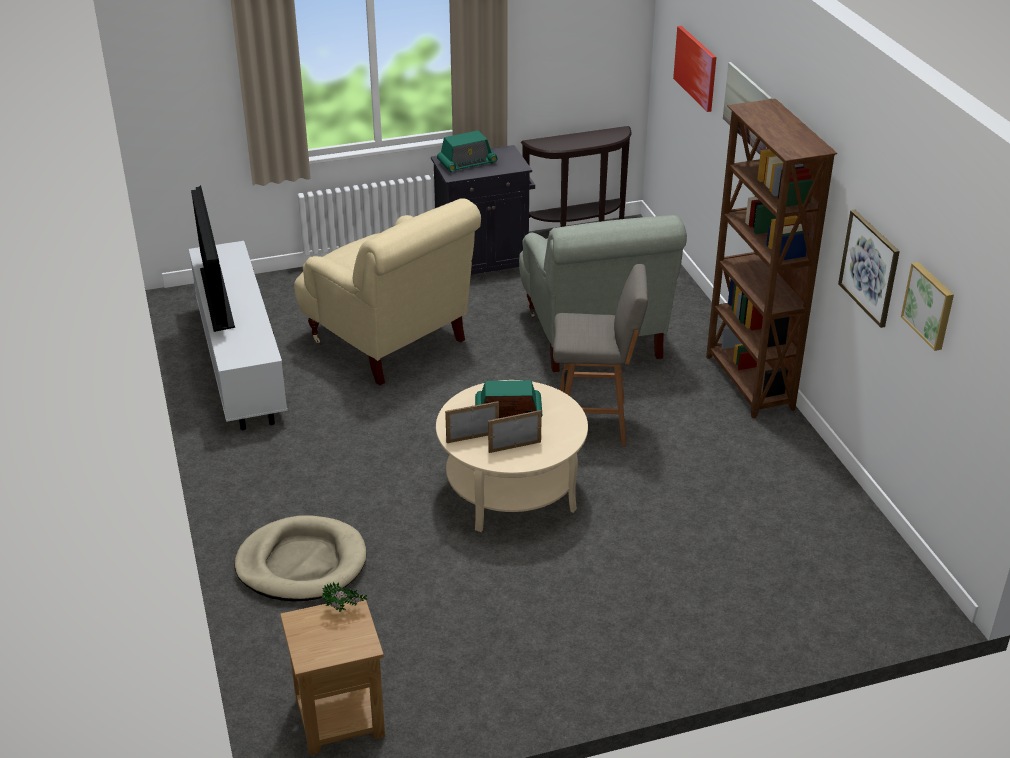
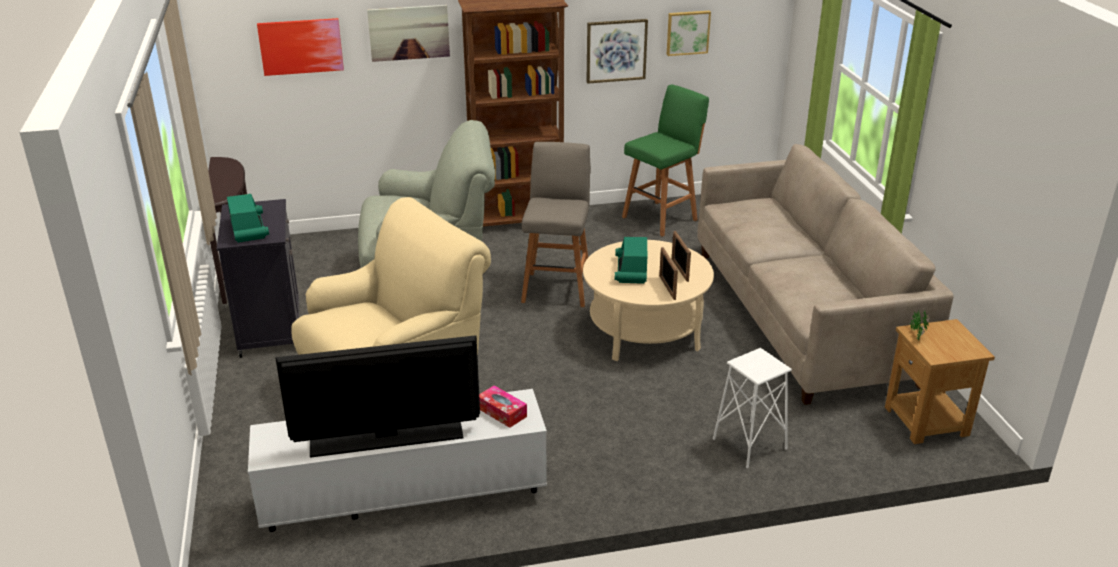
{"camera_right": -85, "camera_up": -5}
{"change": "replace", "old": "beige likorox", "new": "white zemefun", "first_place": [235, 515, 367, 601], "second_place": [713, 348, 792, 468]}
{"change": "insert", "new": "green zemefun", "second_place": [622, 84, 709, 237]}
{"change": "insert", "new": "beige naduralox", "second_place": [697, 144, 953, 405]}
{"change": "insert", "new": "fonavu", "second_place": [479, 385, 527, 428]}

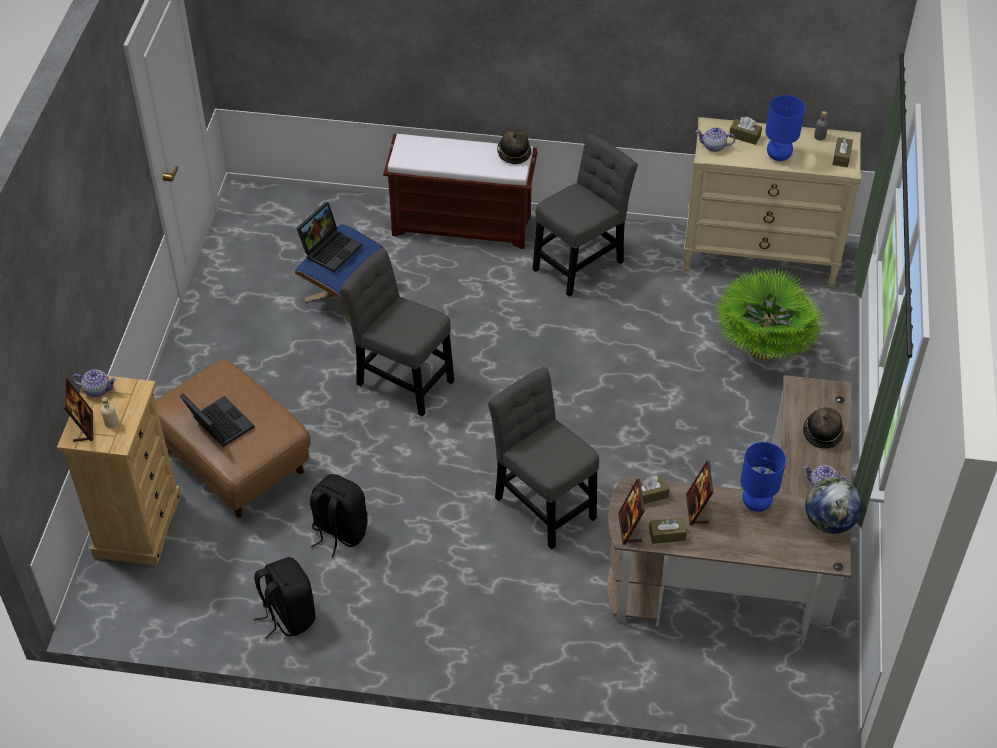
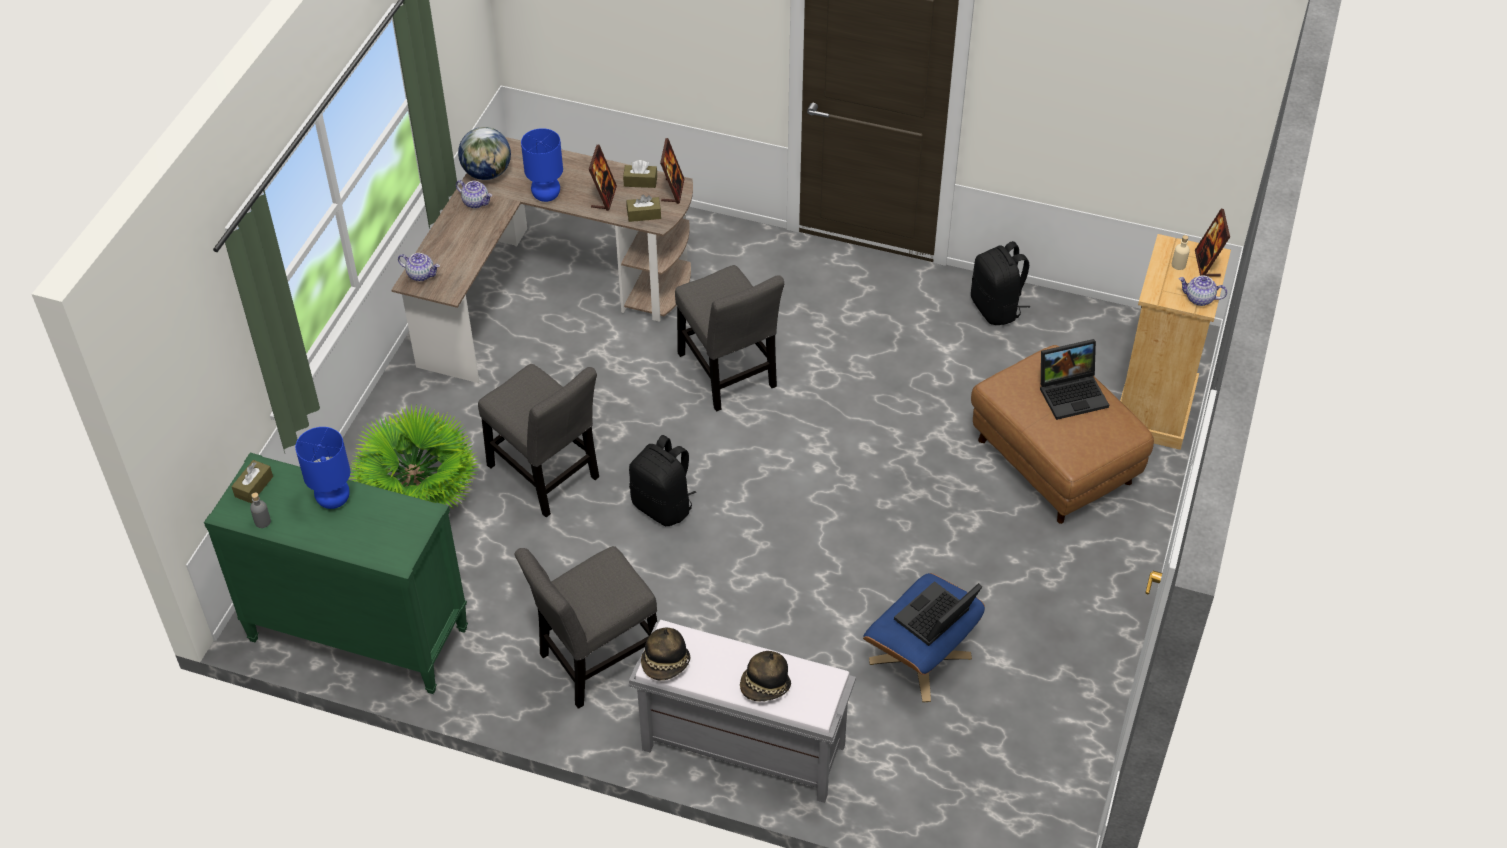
{"camera_right": -170, "camera_up": 0}
{"change": "recolor", "old": "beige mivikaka", "new": "green mivikaka", "first_place": [683, 117, 861, 287], "second_place": [204, 453, 468, 694]}
{"change": "delete", "old": "brown fonavu", "first_place": [729, 117, 762, 145]}
{"change": "move", "old": "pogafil", "first_place": [696, 127, 735, 152], "second_place": [398, 253, 440, 281]}
{"change": "recolor", "old": "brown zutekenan", "new": "grey zutekenan", "first_place": [383, 134, 537, 249], "second_place": [629, 620, 856, 803]}
{"change": "move", "old": "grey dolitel", "first_place": [340, 248, 454, 417], "second_place": [478, 364, 599, 517]}
{"change": "rotate", "old": "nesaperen", "first_place": [180, 393, 255, 447], "second_place": [1040, 339, 1109, 420], "degrees": -75}
{"change": "move", "old": "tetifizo", "first_place": [803, 407, 844, 449], "second_place": [740, 651, 791, 701]}
{"change": "move", "old": "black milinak", "first_place": [310, 474, 368, 558], "second_place": [629, 435, 696, 526]}

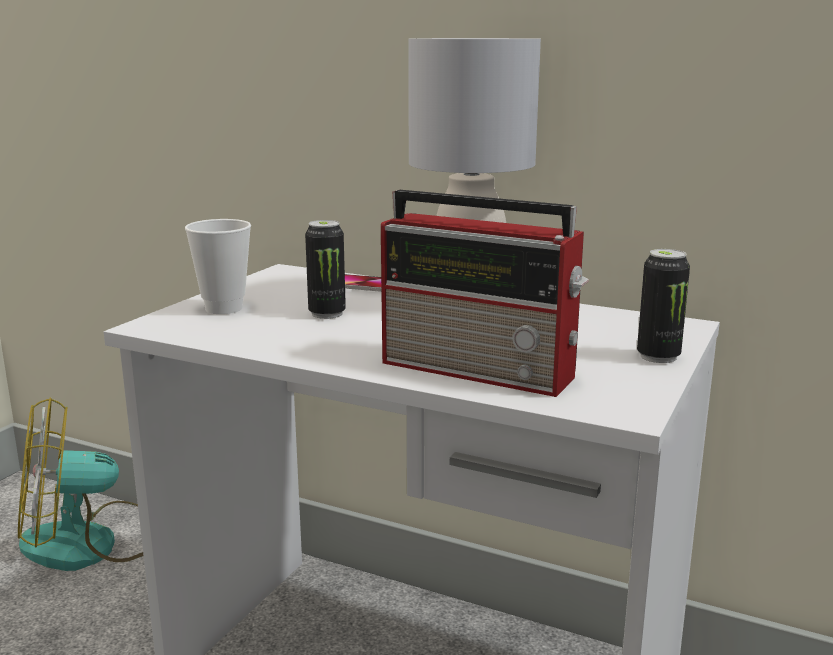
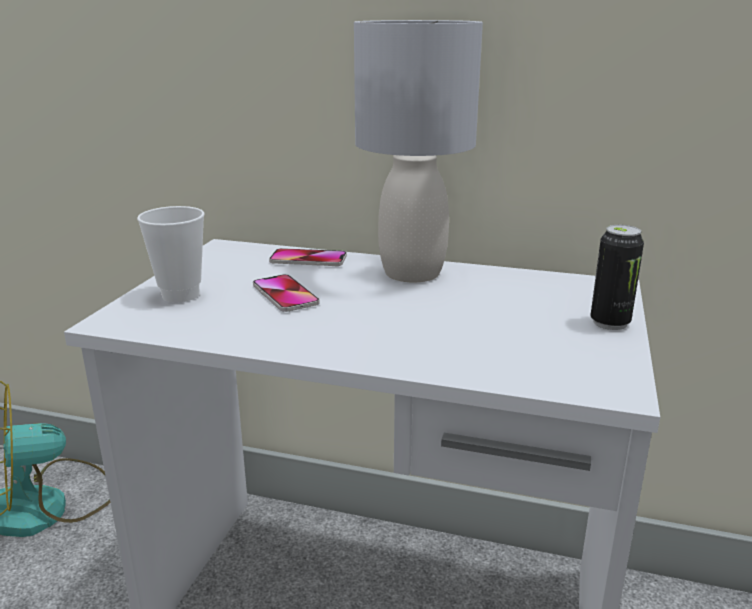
{"camera_right": -10, "camera_up": 5}
{"change": "delete", "old": "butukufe", "first_place": [381, 190, 589, 397]}
{"change": "replace", "old": "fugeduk", "new": "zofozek", "first_place": [305, 220, 346, 319], "second_place": [253, 274, 320, 312]}

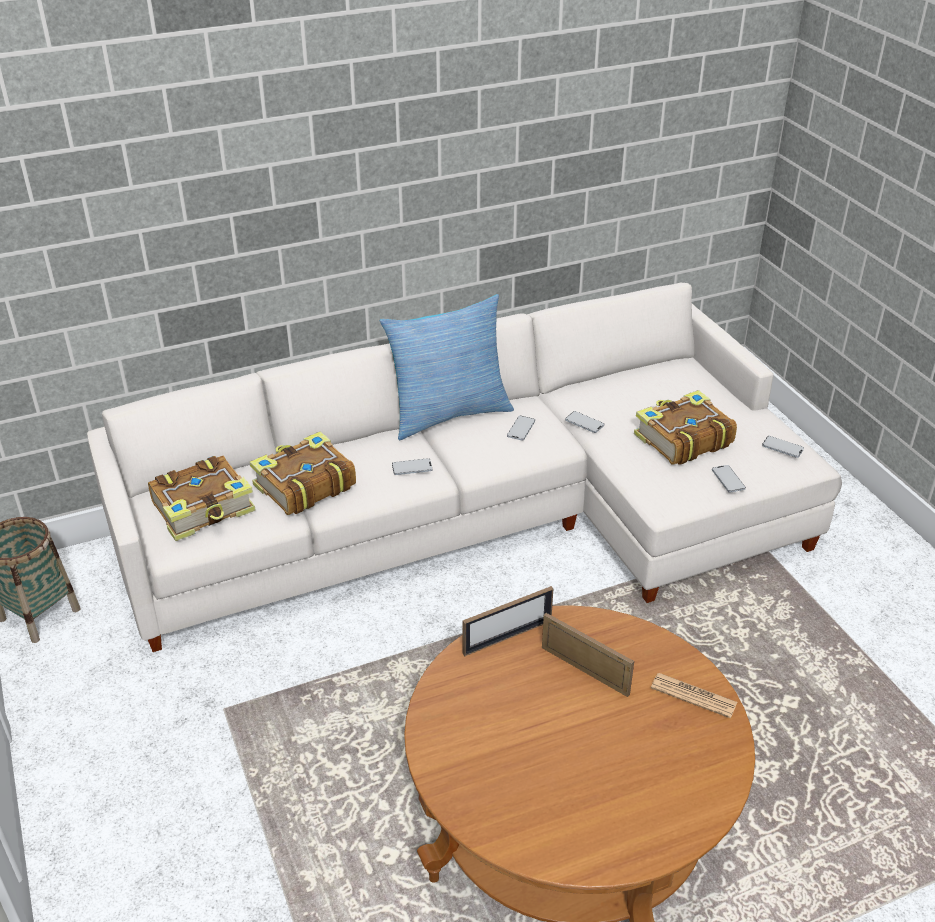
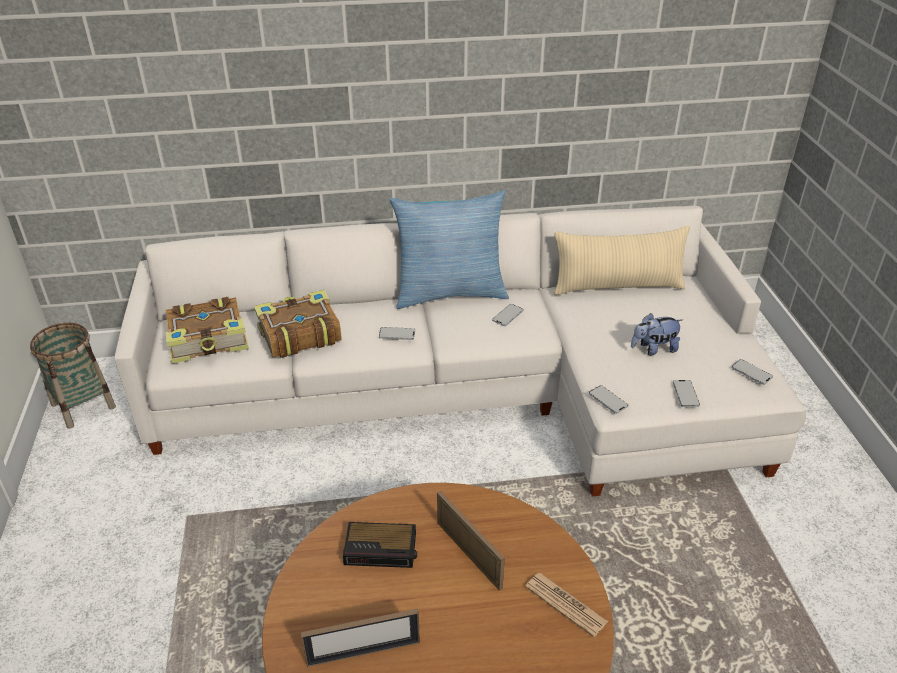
{"camera_right": 15, "camera_up": 0}
{"change": "replace", "old": "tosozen", "new": "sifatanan", "first_place": [634, 390, 737, 465], "second_place": [631, 313, 683, 355]}
{"change": "move", "old": "zofozek", "first_place": [565, 411, 604, 433], "second_place": [589, 385, 628, 414]}
{"change": "move", "old": "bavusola", "first_place": [462, 586, 553, 656], "second_place": [301, 609, 420, 667]}
{"change": "insert", "new": "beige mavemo", "second_place": [554, 226, 690, 295]}
{"change": "insert", "new": "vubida", "second_place": [343, 522, 417, 568]}

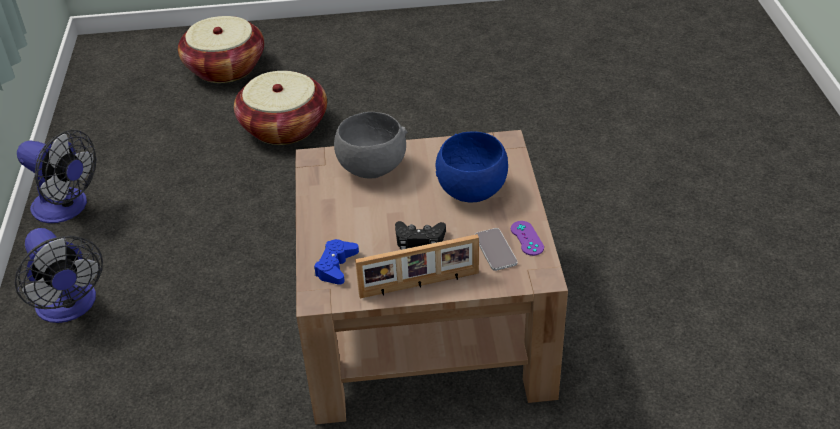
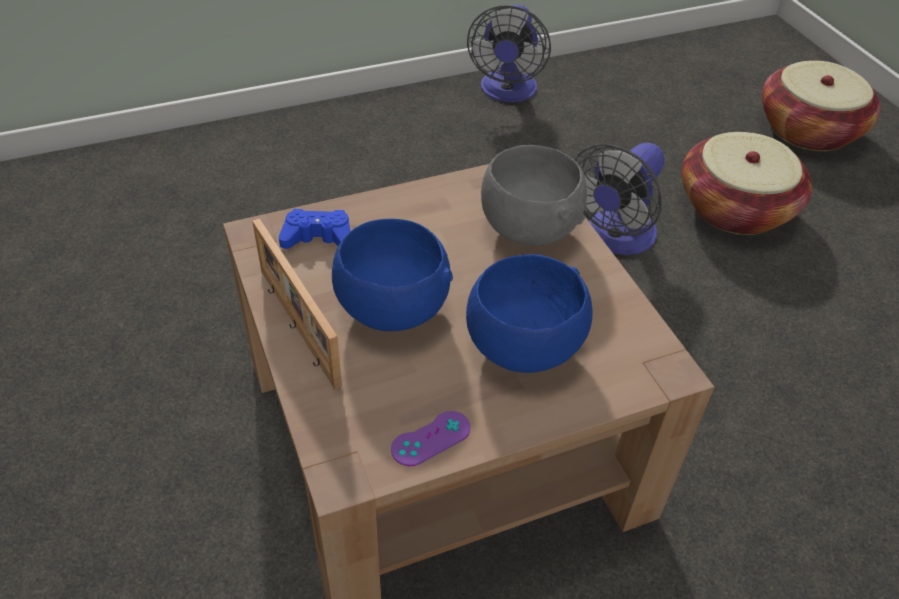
{"camera_right": 70, "camera_up": 5}
{"change": "replace", "old": "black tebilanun", "new": "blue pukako", "first_place": [395, 221, 446, 250], "second_place": [332, 219, 453, 331]}
{"change": "move", "old": "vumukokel", "first_place": [15, 228, 103, 323], "second_place": [574, 143, 664, 255]}
{"change": "delete", "old": "zofozek", "first_place": [475, 228, 518, 271]}

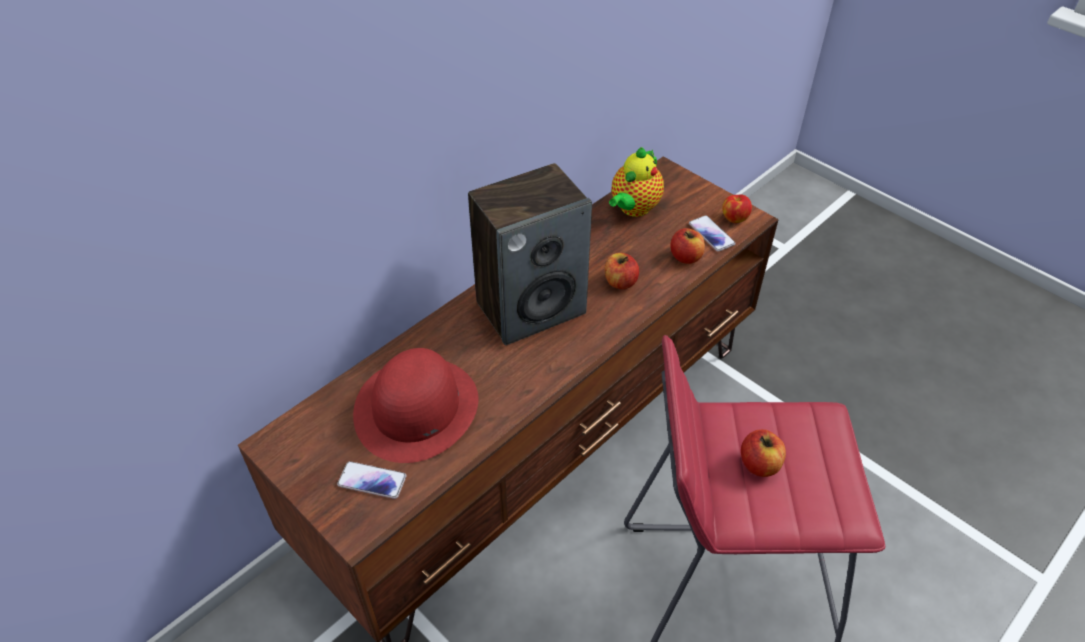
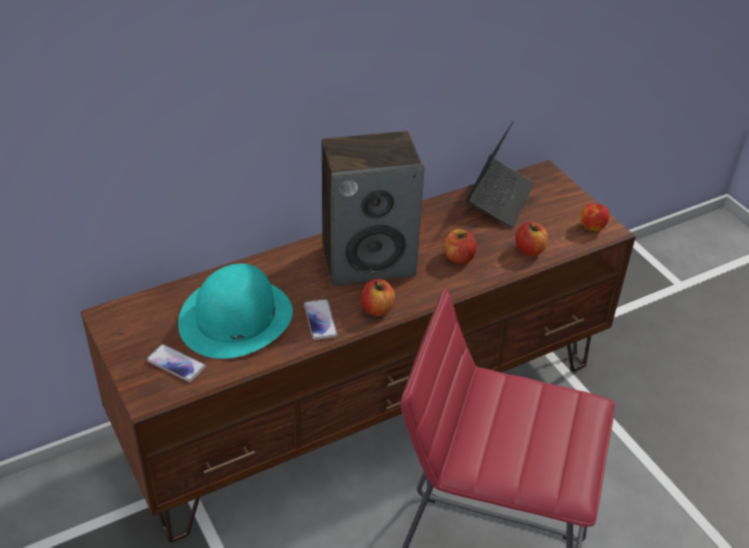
{"camera_right": 15, "camera_up": -5}
{"change": "replace", "old": "pogafil", "new": "nesaperen", "first_place": [609, 147, 664, 217], "second_place": [466, 121, 534, 228]}
{"change": "move", "old": "zofozek", "first_place": [689, 215, 736, 252], "second_place": [304, 299, 337, 340]}
{"change": "recolor", "old": "red tetifizo", "new": "turquoise tetifizo", "first_place": [353, 348, 478, 463], "second_place": [178, 263, 293, 359]}
{"change": "move", "old": "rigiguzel", "first_place": [741, 429, 786, 477], "second_place": [361, 279, 395, 316]}

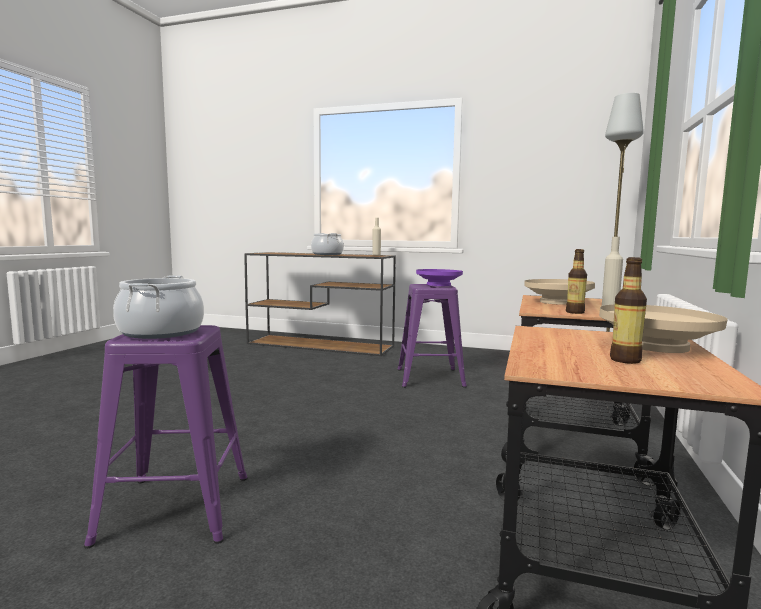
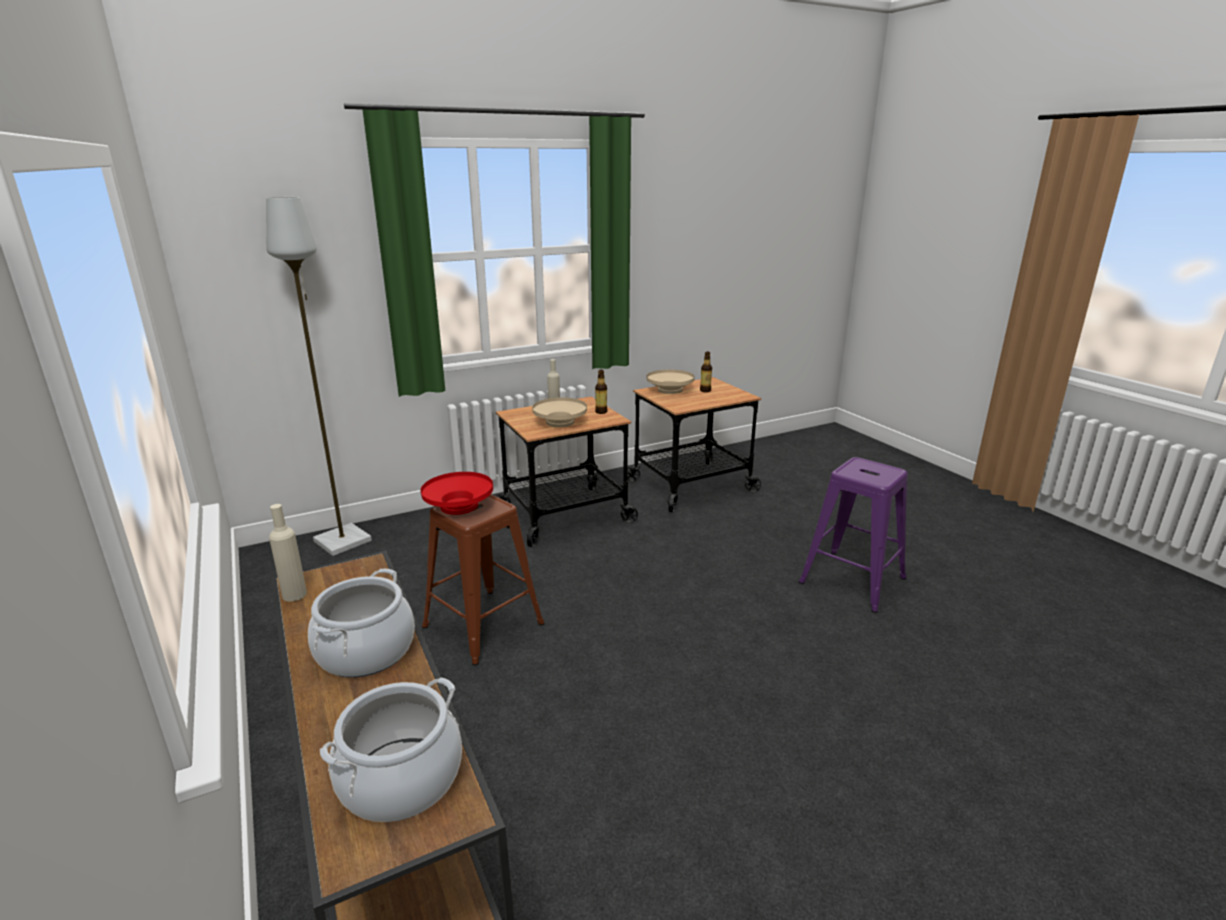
{"camera_right": -135, "camera_up": 15}
{"change": "recolor", "old": "purple pukako", "new": "red pukako", "first_place": [416, 269, 463, 286], "second_place": [420, 472, 493, 515]}
{"change": "move", "old": "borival", "first_place": [113, 275, 204, 339], "second_place": [320, 677, 462, 822]}
{"change": "recolor", "old": "purple zemefun", "new": "brown zemefun", "first_place": [397, 284, 467, 388], "second_place": [422, 494, 545, 666]}

